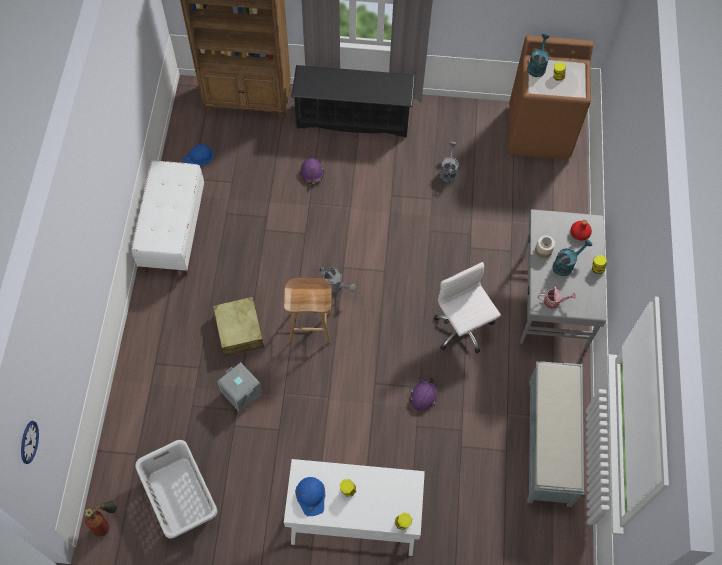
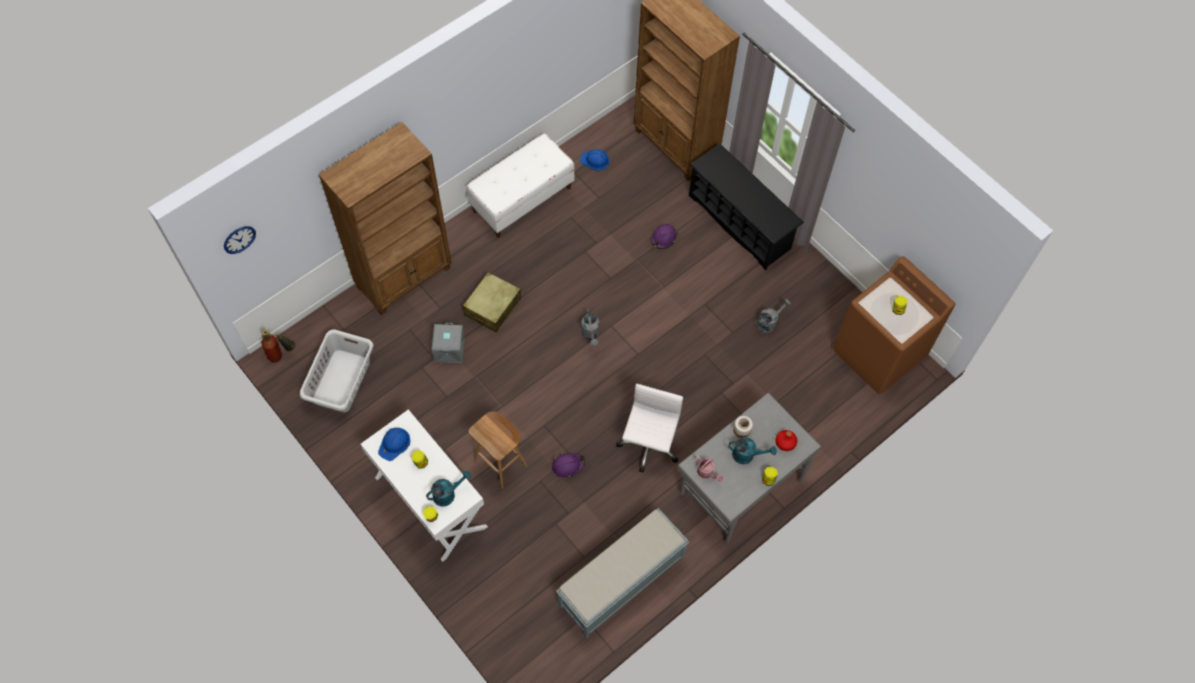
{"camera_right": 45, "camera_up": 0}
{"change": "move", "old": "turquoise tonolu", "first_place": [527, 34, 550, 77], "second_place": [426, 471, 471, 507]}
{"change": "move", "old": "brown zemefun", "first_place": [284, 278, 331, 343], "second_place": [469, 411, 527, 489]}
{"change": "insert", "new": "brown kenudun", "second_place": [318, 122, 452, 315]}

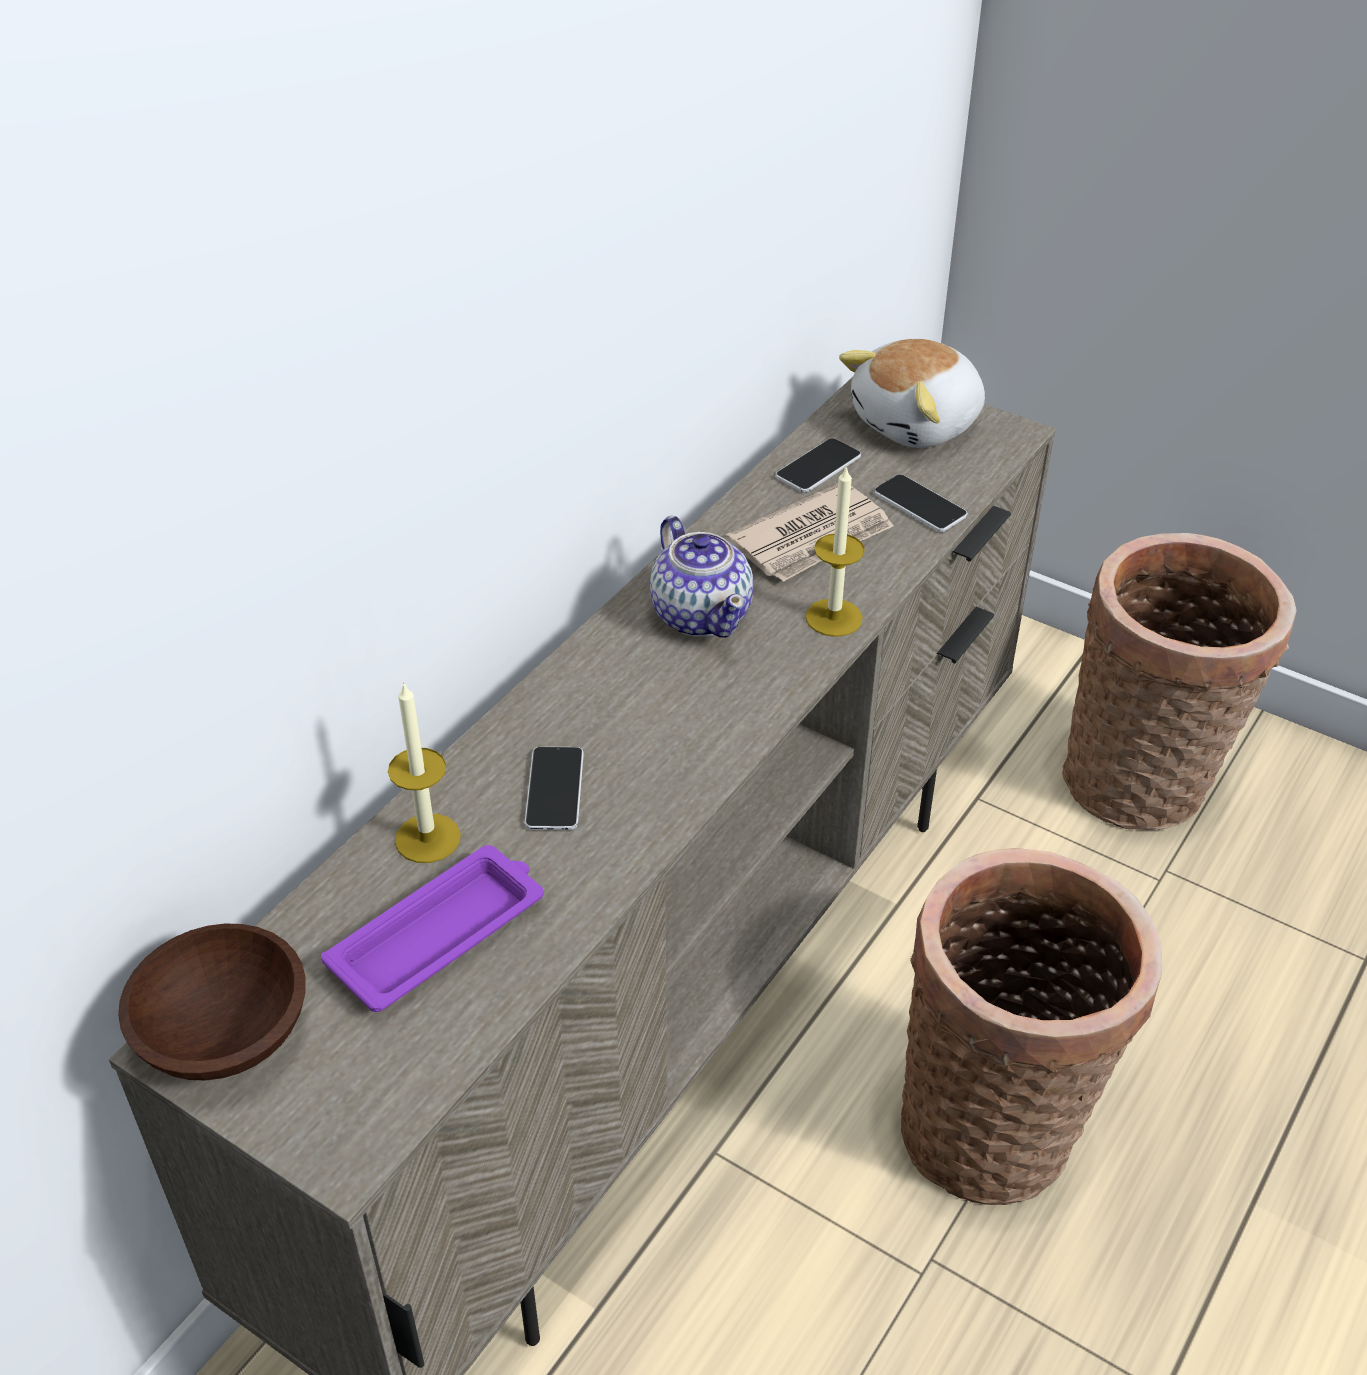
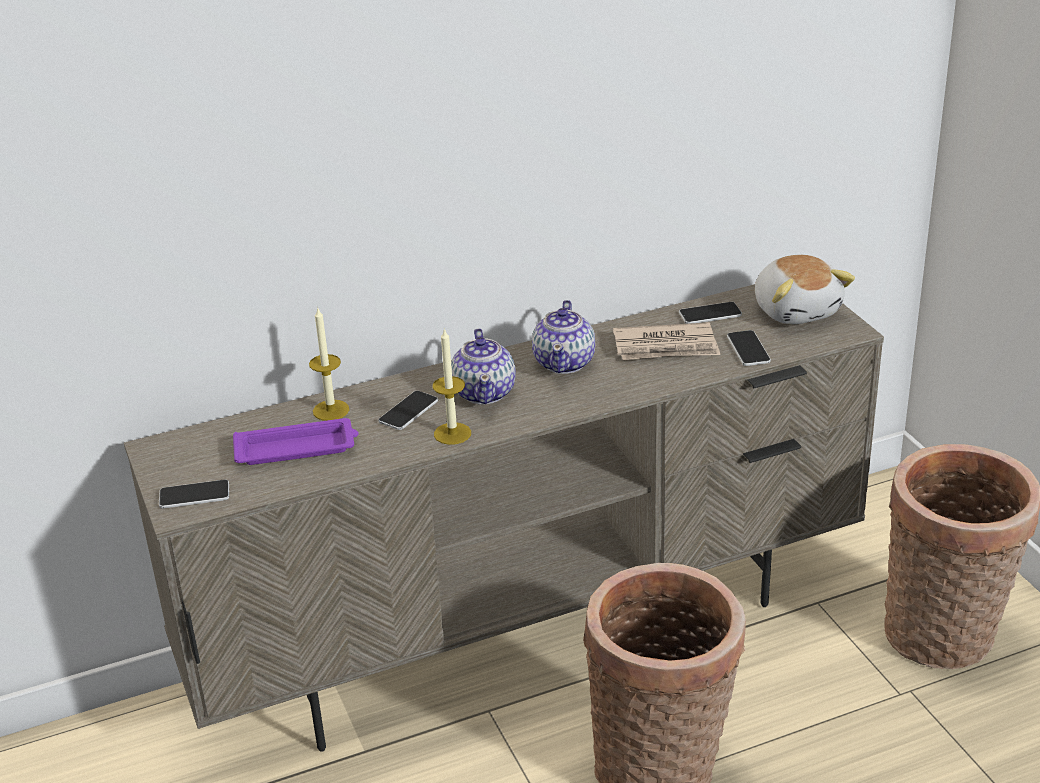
{"camera_right": 35, "camera_up": -10}
{"change": "rotate", "old": "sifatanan", "first_place": [839, 339, 985, 448], "second_place": [755, 255, 855, 324], "degrees": -105}
{"change": "move", "old": "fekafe", "first_place": [805, 466, 865, 637], "second_place": [433, 328, 471, 445]}
{"change": "delete", "old": "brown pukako", "first_place": [118, 924, 306, 1080]}
{"change": "insert", "new": "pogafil", "second_place": [451, 328, 516, 404]}
{"change": "insert", "new": "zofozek", "second_place": [159, 479, 229, 508]}

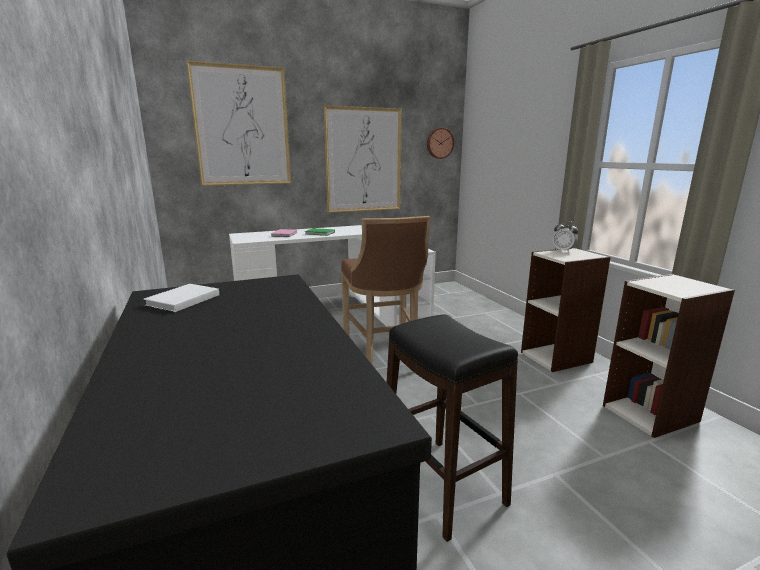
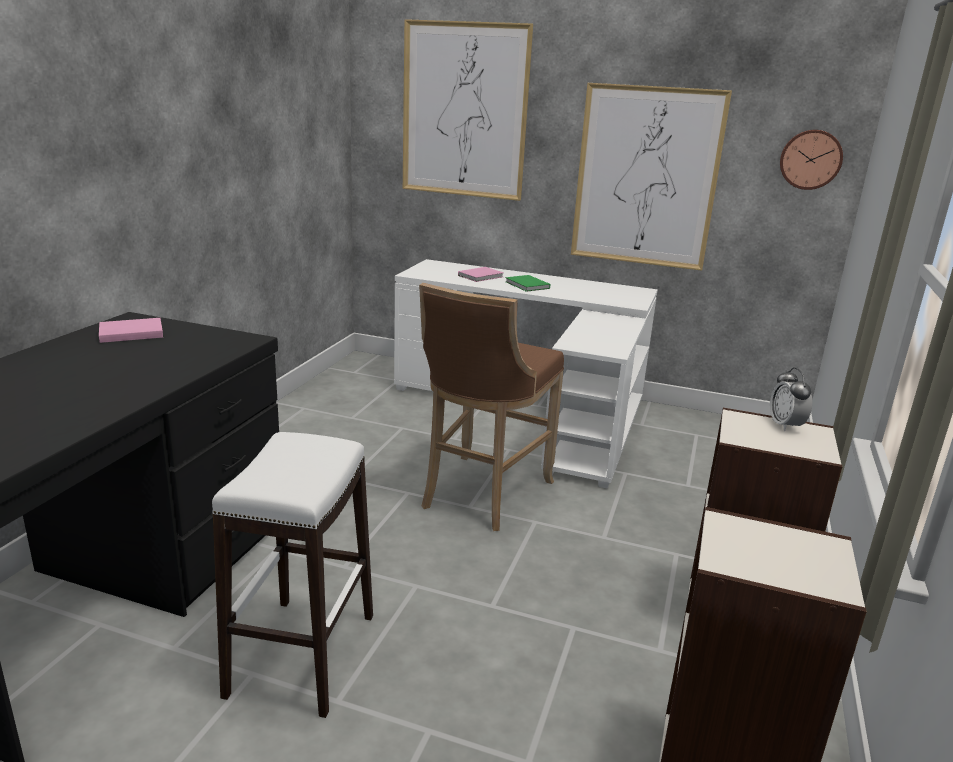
{"camera_right": 40, "camera_up": 5}
{"change": "recolor", "old": "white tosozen", "new": "pink tosozen", "first_place": [144, 284, 219, 312], "second_place": [99, 318, 163, 343]}
{"change": "recolor", "old": "black zemefun", "new": "white zemefun", "first_place": [387, 314, 518, 542], "second_place": [212, 432, 373, 718]}

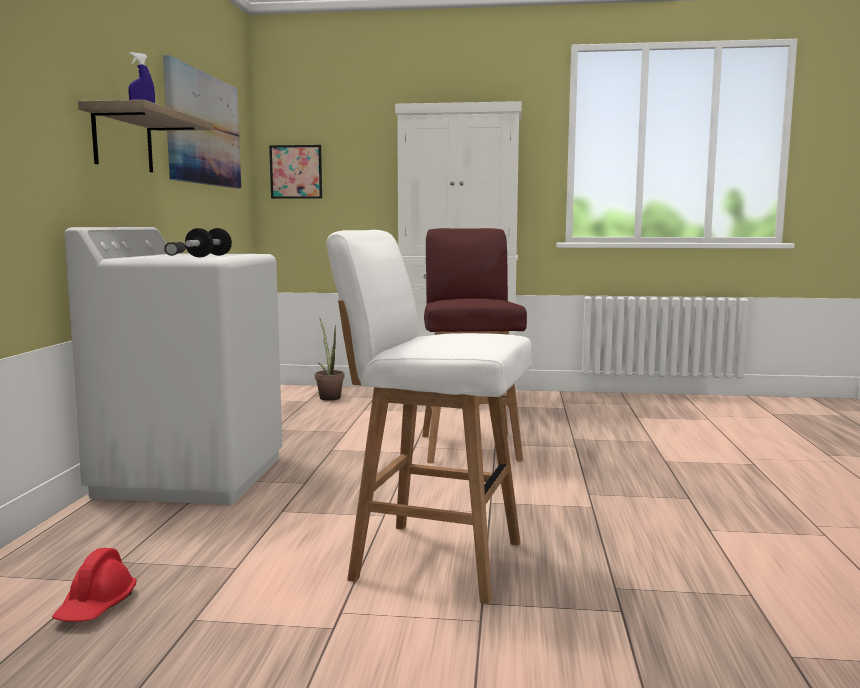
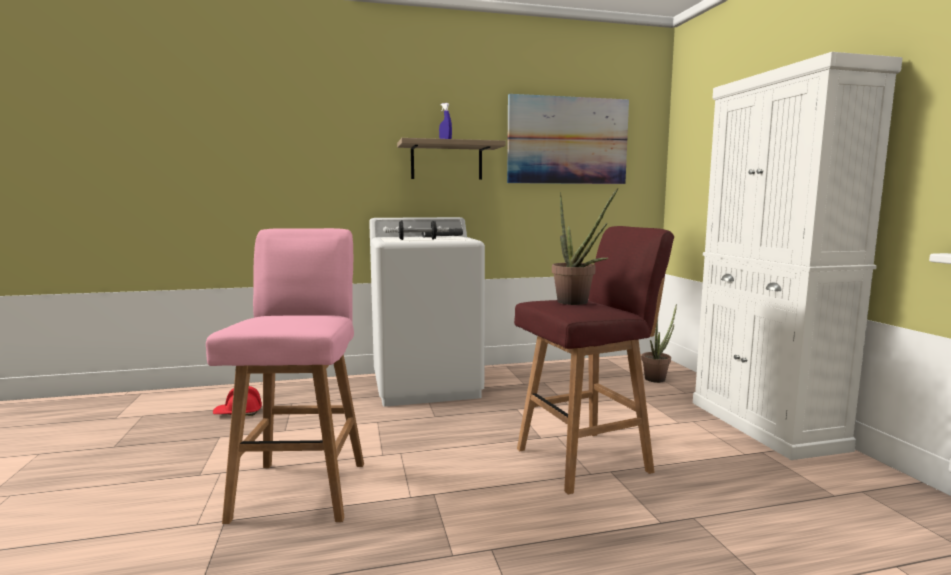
{"camera_right": 70, "camera_up": 0}
{"change": "delete", "old": "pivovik", "first_place": [269, 145, 322, 199]}
{"change": "recolor", "old": "white zemefun", "new": "pink zemefun", "first_place": [326, 230, 532, 604], "second_place": [206, 228, 364, 524]}
{"change": "insert", "new": "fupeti", "second_place": [552, 188, 618, 305]}

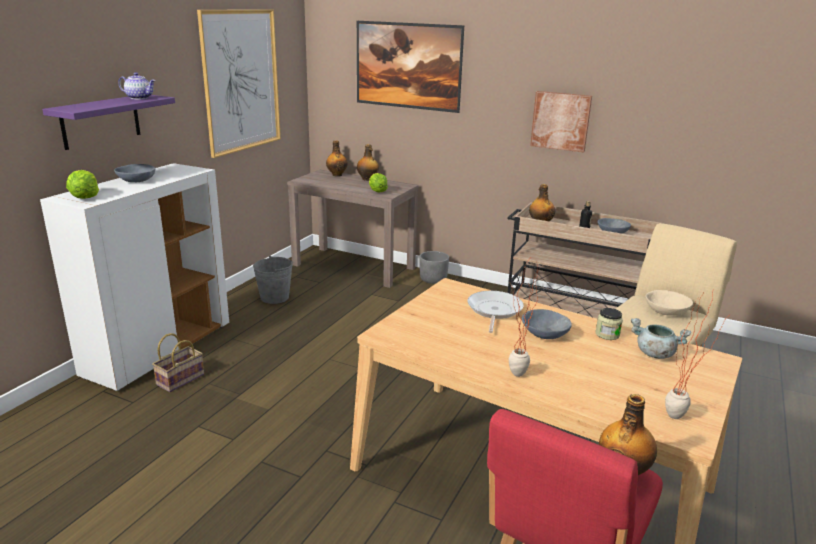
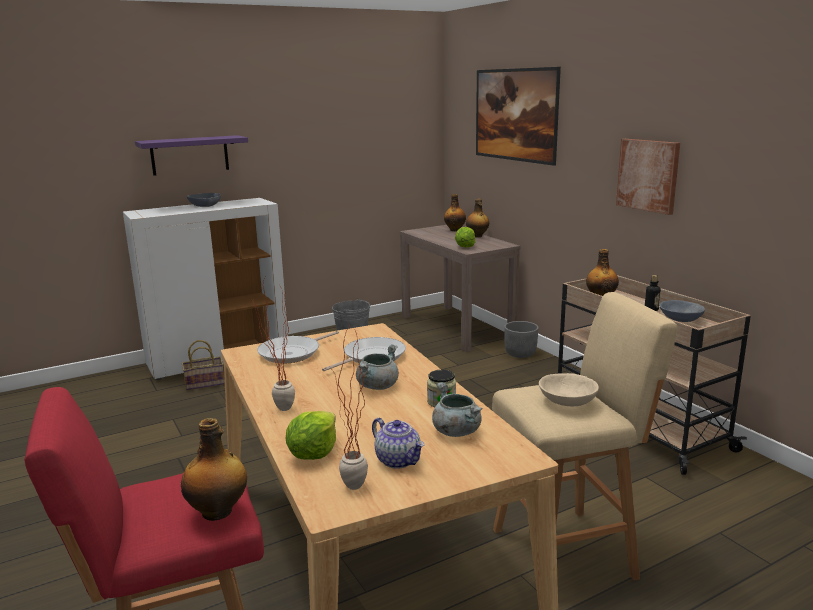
{"camera_right": 35, "camera_up": -5}
{"change": "delete", "old": "pivovik", "first_place": [197, 9, 281, 158]}
{"change": "move", "old": "pogafil", "first_place": [118, 72, 156, 99], "second_place": [372, 418, 425, 469]}
{"change": "move", "old": "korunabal", "first_place": [66, 170, 99, 199], "second_place": [286, 411, 336, 460]}
{"change": "replace", "old": "grey pukako", "new": "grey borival", "first_place": [522, 309, 572, 339], "second_place": [356, 344, 399, 390]}
{"change": "insert", "new": "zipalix", "second_place": [257, 331, 339, 363]}

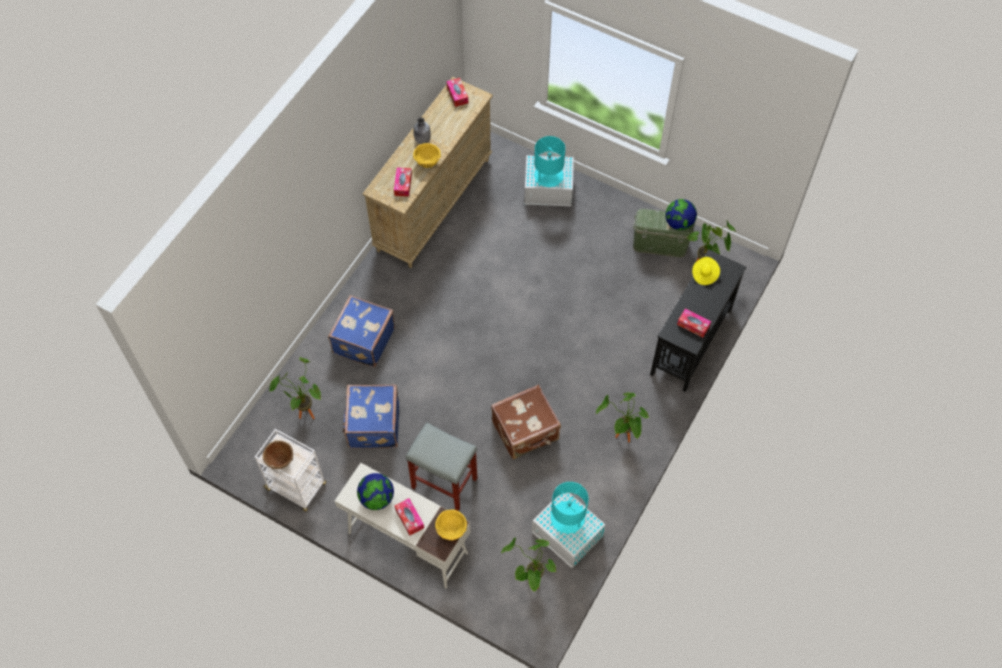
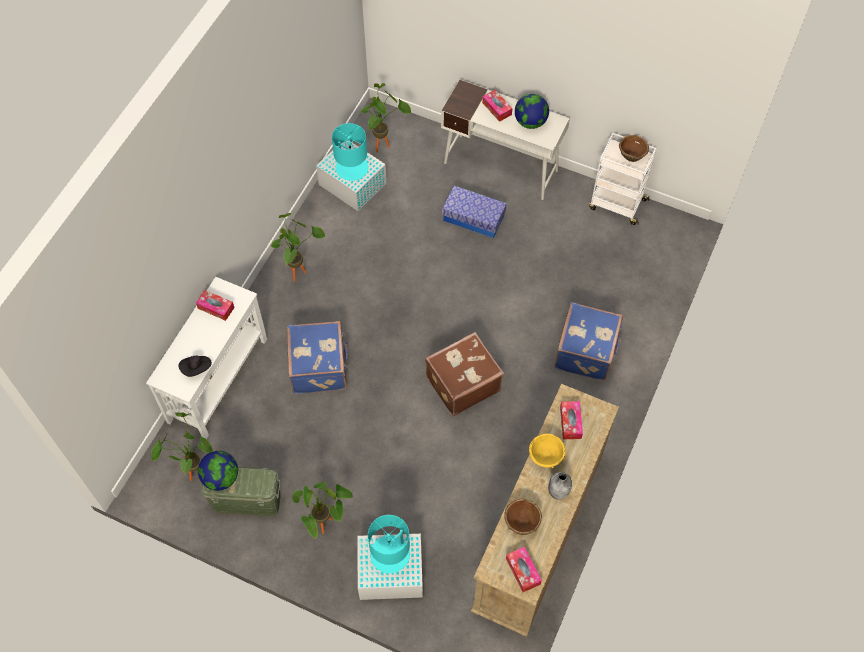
{"camera_right": 175, "camera_up": 0}
{"change": "recolor", "old": "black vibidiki", "new": "white vibidiki", "first_place": [650, 249, 746, 392], "second_place": [146, 277, 267, 439]}
{"change": "recolor", "old": "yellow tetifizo", "new": "black tetifizo", "first_place": [692, 257, 720, 285], "second_place": [178, 356, 212, 377]}
{"change": "move", "old": "fupeti", "first_place": [269, 357, 321, 419], "second_place": [292, 481, 353, 539]}
{"change": "move", "old": "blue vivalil", "first_place": [343, 384, 399, 449], "second_place": [287, 321, 349, 394]}
{"change": "move", "old": "brown vivalil", "first_place": [491, 385, 561, 459], "second_place": [425, 332, 504, 416]}
{"change": "replace", "old": "grey zemefun", "new": "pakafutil", "first_place": [406, 422, 477, 511], "second_place": [442, 186, 507, 238]}
{"change": "delete", "old": "yellow pukako", "first_place": [435, 510, 467, 540]}
{"change": "insert", "new": "brown pukako", "second_place": [504, 499, 542, 535]}

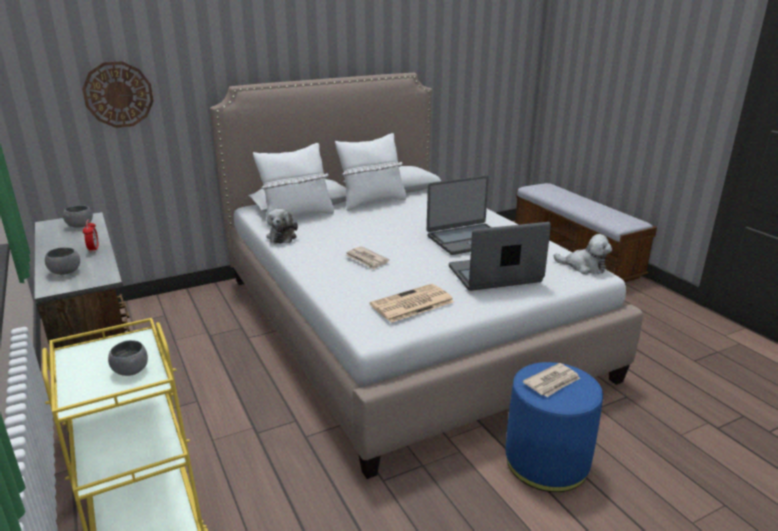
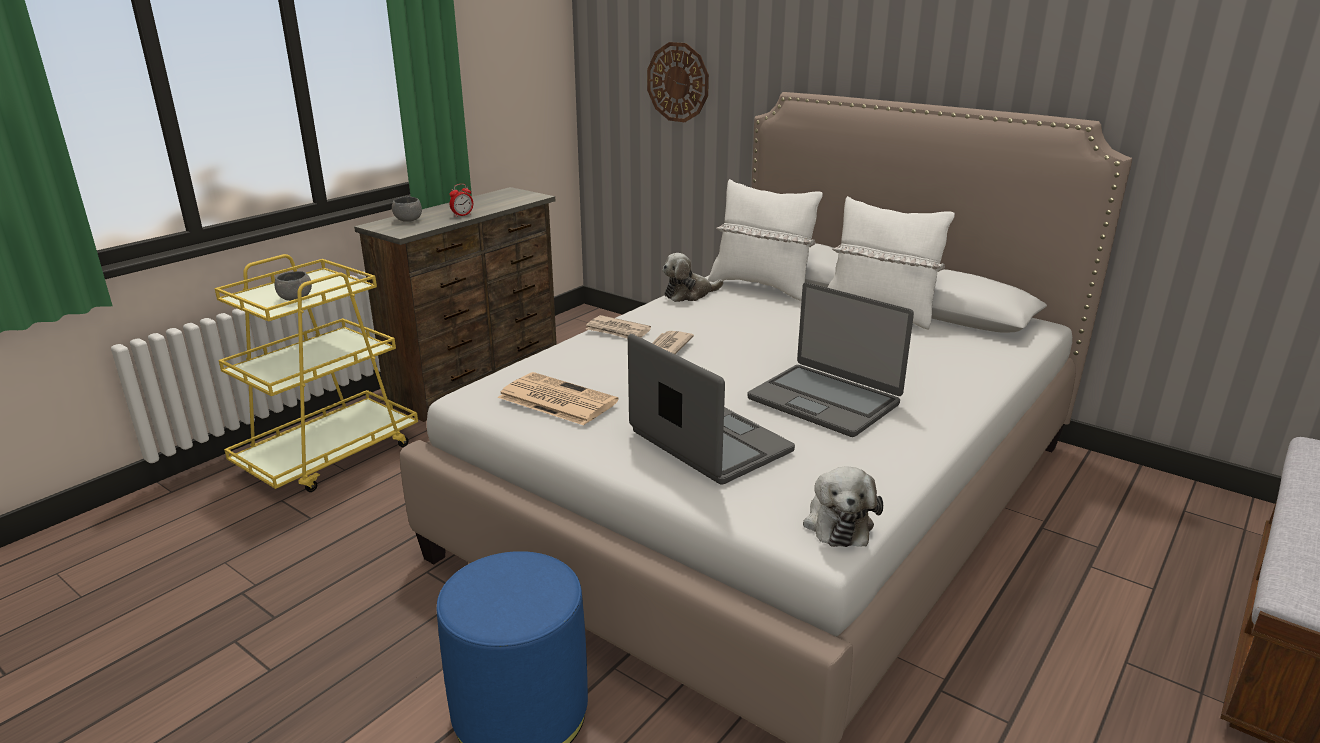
{"camera_right": 65, "camera_up": 0}
{"change": "delete", "old": "grey pukako", "first_place": [63, 205, 93, 228]}
{"change": "move", "old": "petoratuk", "first_place": [523, 363, 580, 397], "second_place": [586, 315, 651, 339]}

